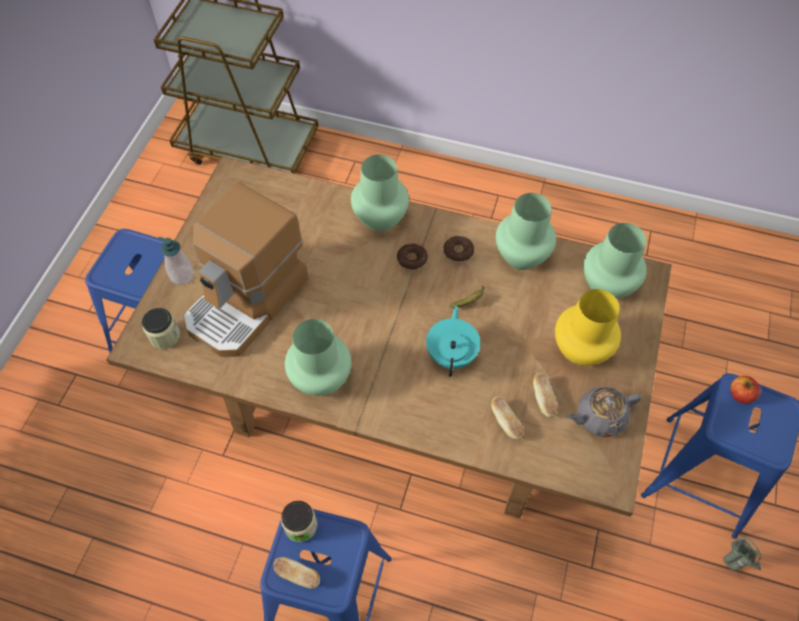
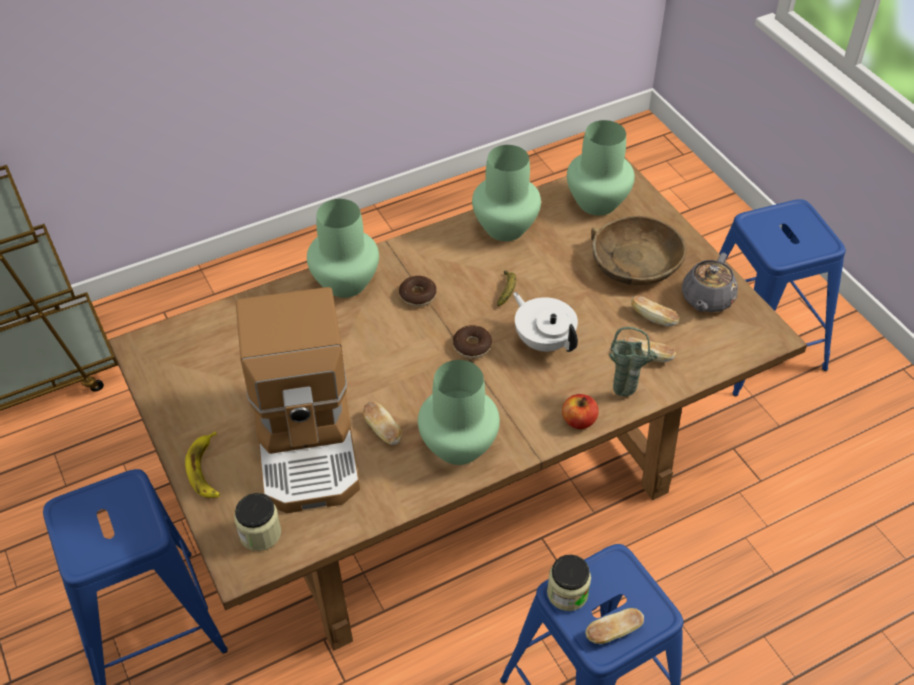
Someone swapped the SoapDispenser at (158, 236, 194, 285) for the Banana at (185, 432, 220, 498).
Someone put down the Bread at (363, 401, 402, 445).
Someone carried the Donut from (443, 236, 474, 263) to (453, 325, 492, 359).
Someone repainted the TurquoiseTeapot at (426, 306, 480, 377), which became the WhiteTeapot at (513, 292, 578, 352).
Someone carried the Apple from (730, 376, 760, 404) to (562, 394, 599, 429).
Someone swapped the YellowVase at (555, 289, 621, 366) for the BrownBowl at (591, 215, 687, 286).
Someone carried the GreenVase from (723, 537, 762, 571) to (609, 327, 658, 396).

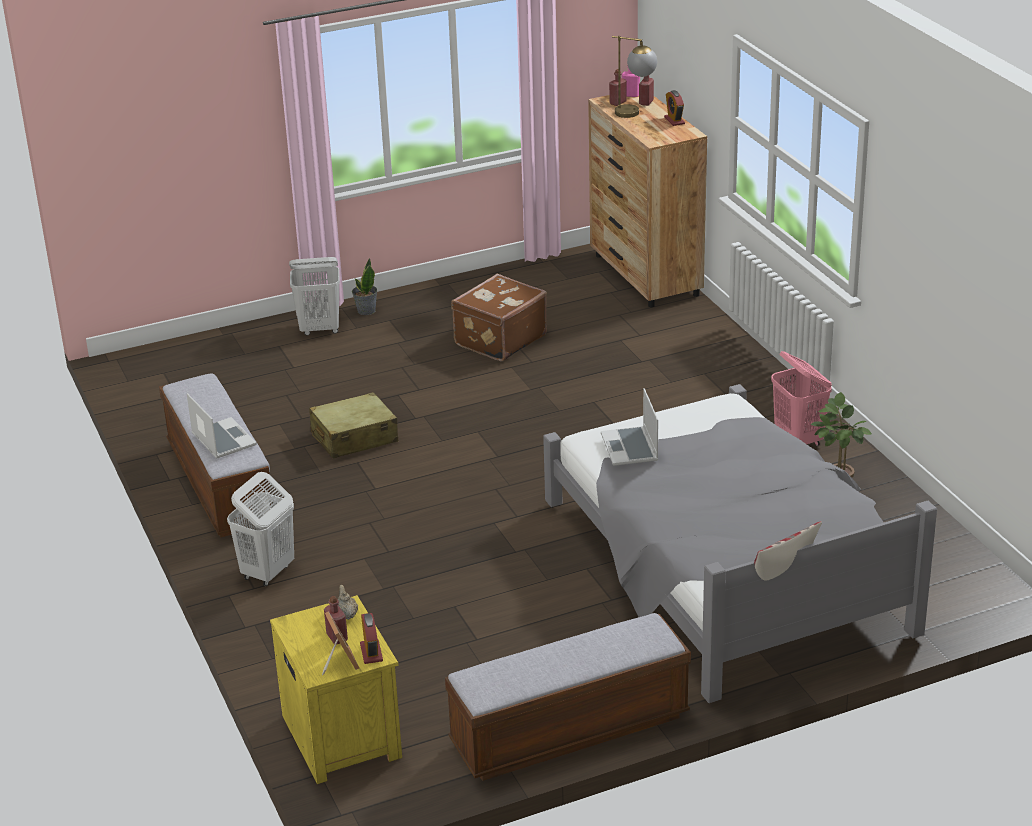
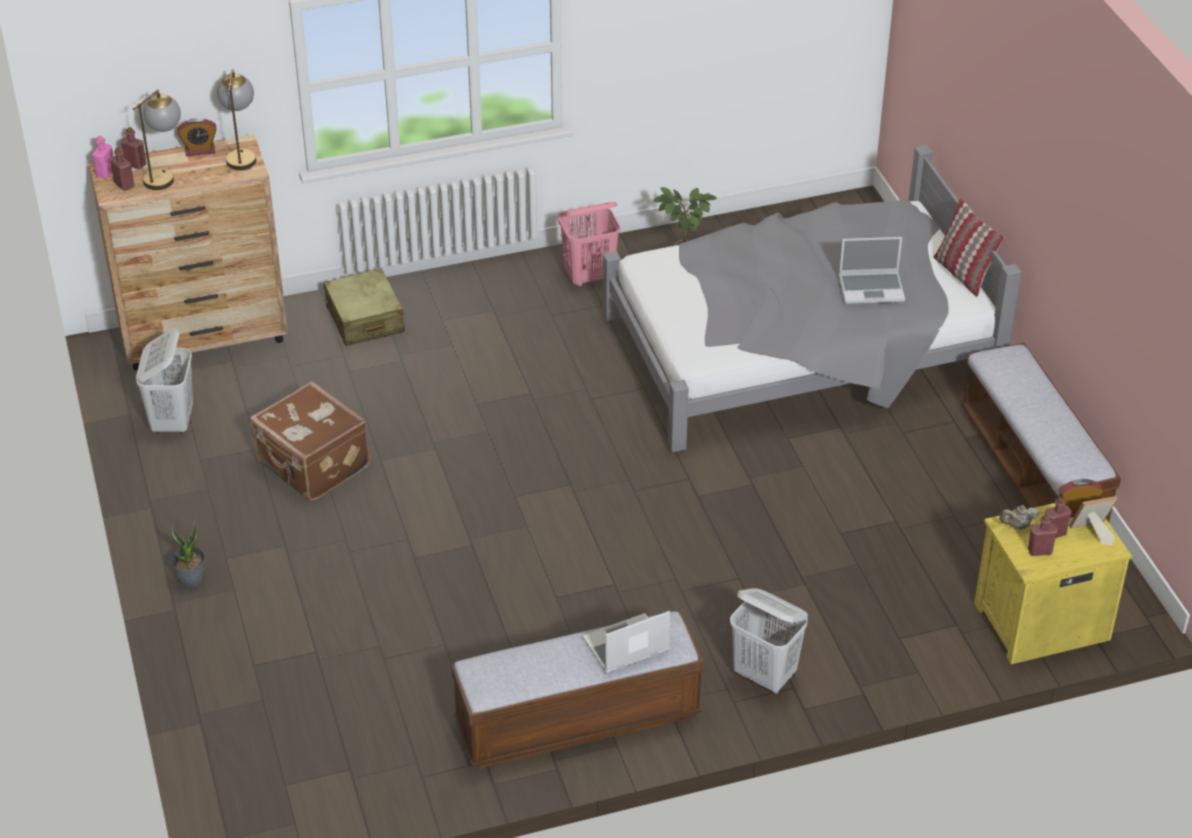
Someone carried the WhiteLaundryBasket from (289, 257, 340, 335) to (136, 329, 193, 433).
Someone put down the TableLamp at (217, 69, 256, 170).
Someone carried the BeigeSuitcase from (309, 392, 398, 458) to (323, 268, 405, 346).
Someone carried the Laptop from (601, 388, 658, 466) to (839, 237, 905, 304).
Someone put down the RedBottle at (1028, 514, 1058, 556).

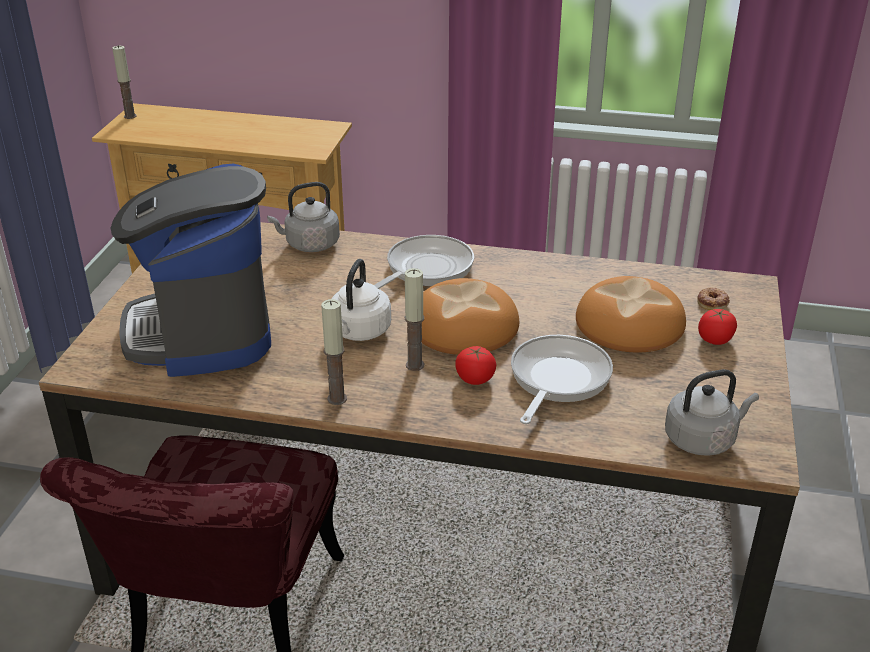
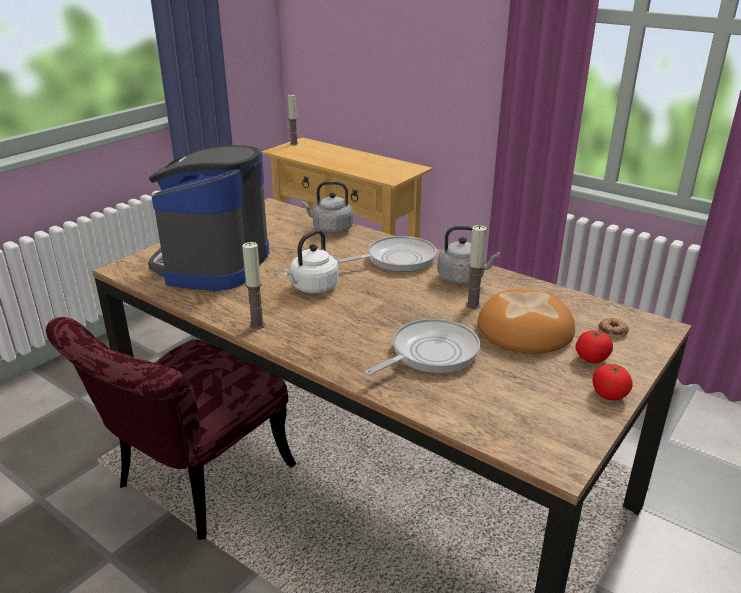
Someone carried the GreyKettle from (665, 369, 759, 456) to (437, 226, 500, 285).
Someone carried the Candle from (404, 268, 424, 371) to (466, 225, 487, 309).
Someone carried the Tomato from (455, 346, 497, 385) to (593, 364, 633, 400).
Someone took away the Bread at (421, 278, 519, 355).

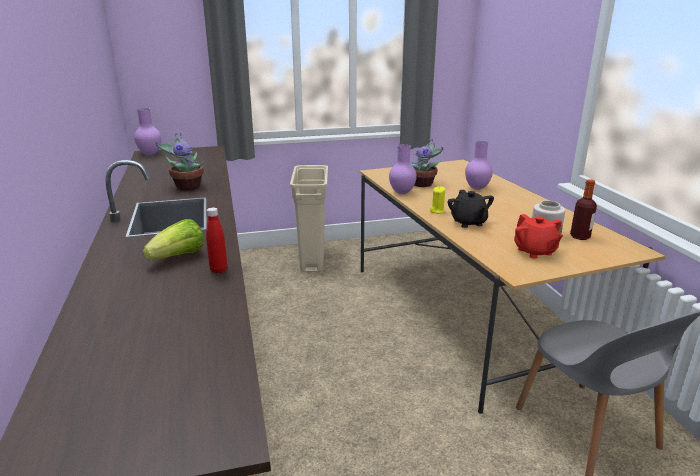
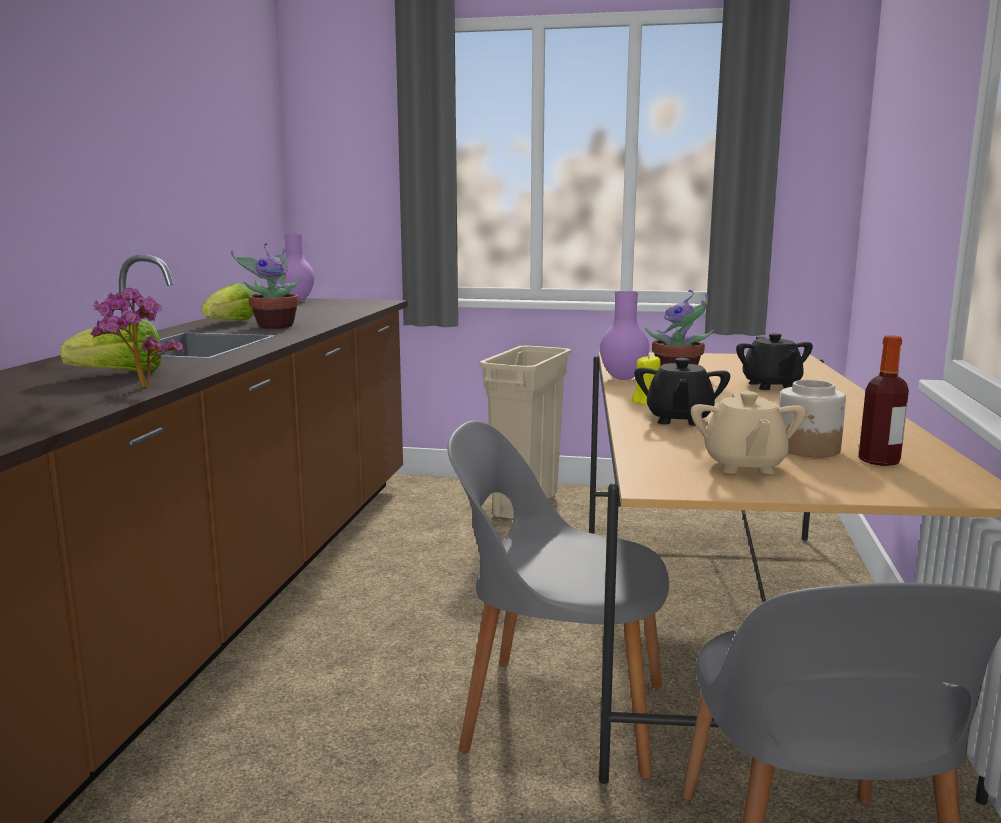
Someone swapped the RedBottle at (206, 208, 227, 273) for the PottedPlant at (90, 288, 184, 388).
Someone put down the Lettuce at (202, 283, 254, 321).
Someone put down the GreyChair at (447, 421, 669, 779).
Someone repainted the RedTeapot at (514, 214, 563, 258), which became the BeigeTeapot at (691, 391, 807, 474).
Someone swapped the PurpleVase at (465, 141, 493, 190) for the BlackTeapot at (736, 333, 813, 390).

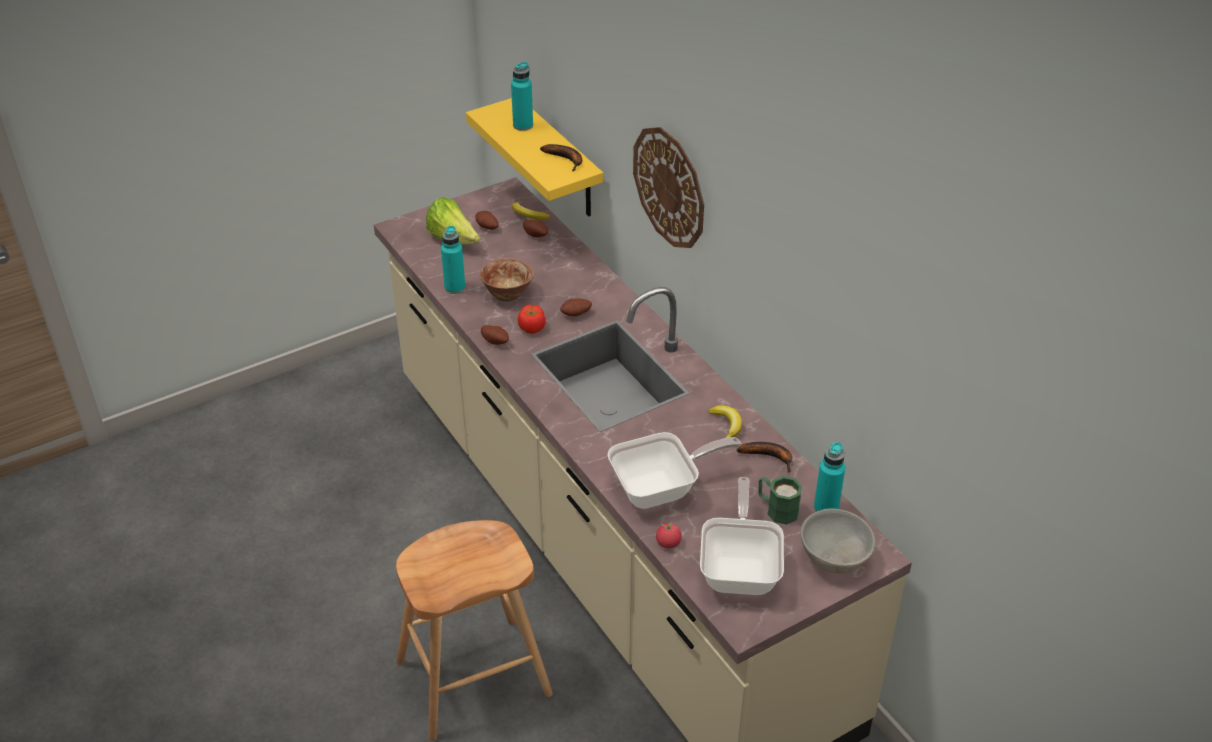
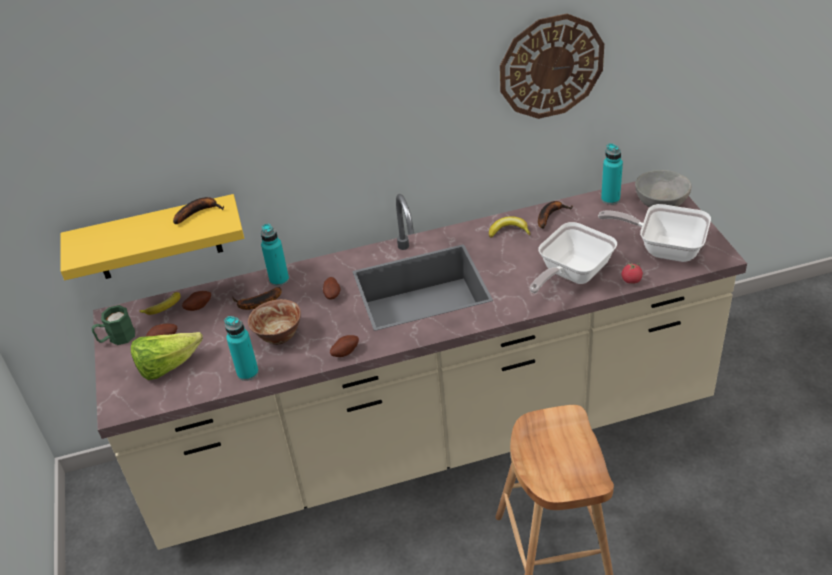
Someone carried the GreenMug from (758, 476, 802, 525) to (92, 305, 135, 345).
Someone put down the Banana at (233, 287, 282, 310).
Someone carried the TurquoiseBottle from (511, 62, 533, 131) to (261, 223, 289, 286).
Someone carried the WallClock from (633, 127, 704, 248) to (500, 14, 604, 119).
Someone rotated the FryingPan at (607, 432, 741, 509) by 135 degrees counterclockwise.
Someone took away the Tomato at (518, 305, 546, 334).

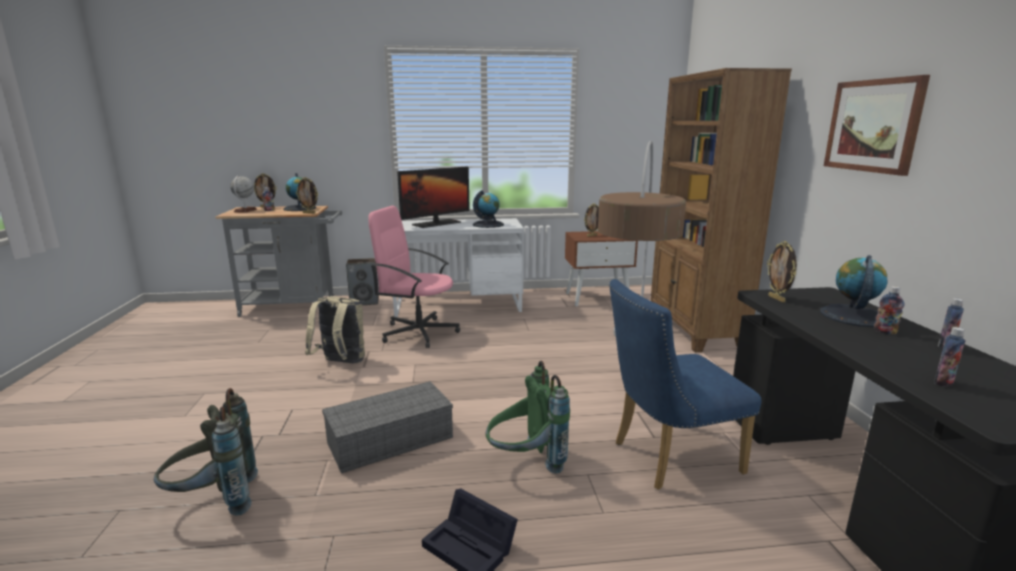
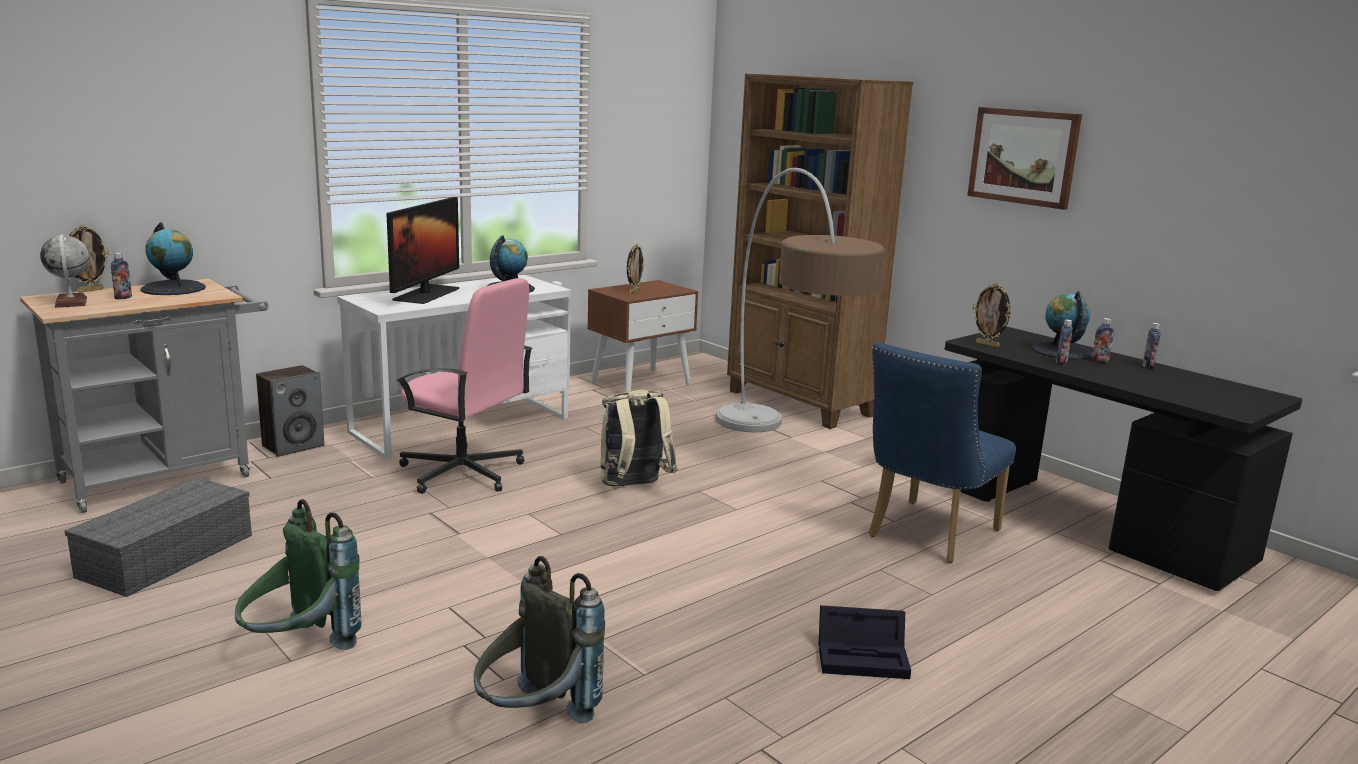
Someone carried the GreyStorageBox from (322, 381, 453, 473) to (64, 477, 252, 597).
Someone carried the GreenBackpack from (485, 361, 570, 474) to (235, 499, 361, 650).
Someone rotated the PinkOfficeChair at (368, 206, 460, 348) by 135 degrees counterclockwise.
Someone carried the BeigeBackpack from (305, 296, 365, 363) to (601, 390, 678, 487).
Someone carried the Bottle from (934, 327, 965, 387) to (1056, 319, 1073, 365).
Someone took away the PictureFrame at (296, 177, 318, 214).

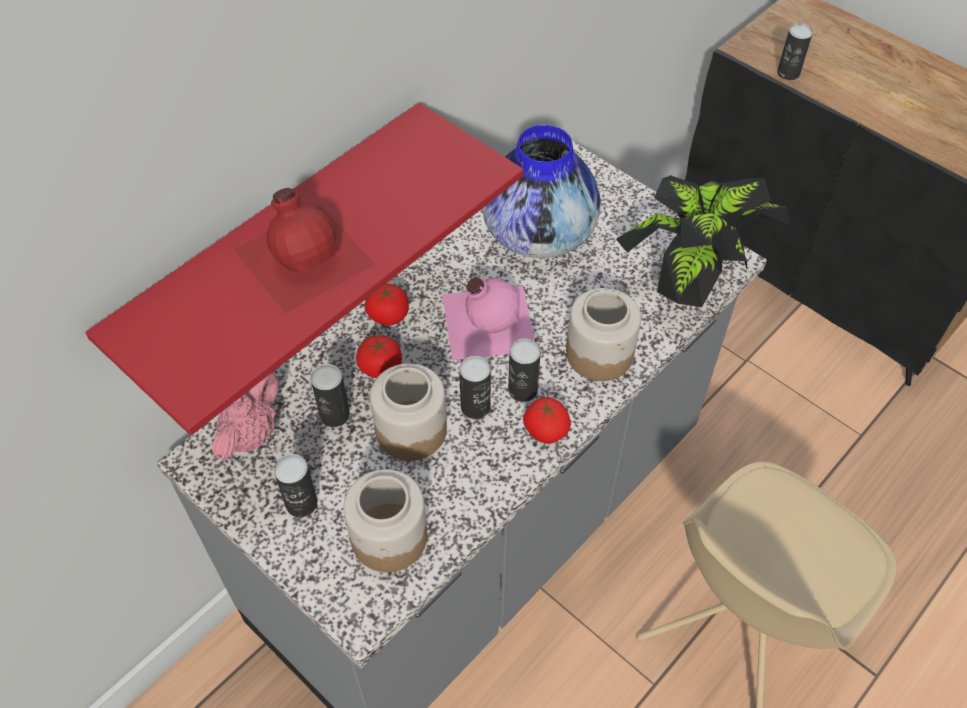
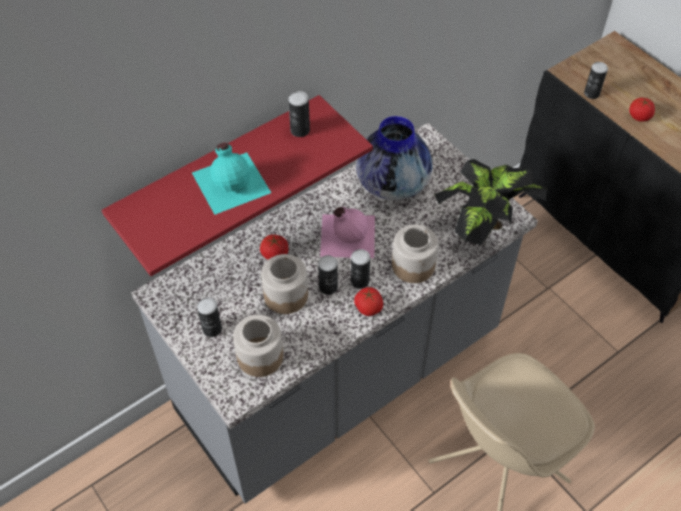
Someone repainted the RedBottle at (233, 188, 375, 314), which became the TurquoiseBottle at (192, 143, 271, 215).
Someone carried the Can from (311, 364, 350, 427) to (288, 91, 310, 137).
Someone carried the Tomato from (365, 284, 409, 326) to (629, 98, 655, 122).
Someone took away the PinkTeapot at (212, 372, 279, 460).

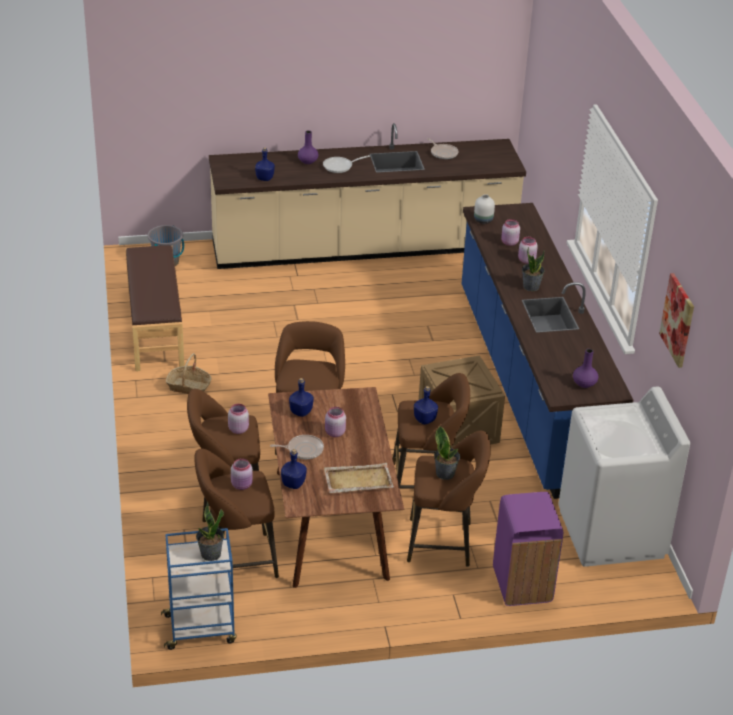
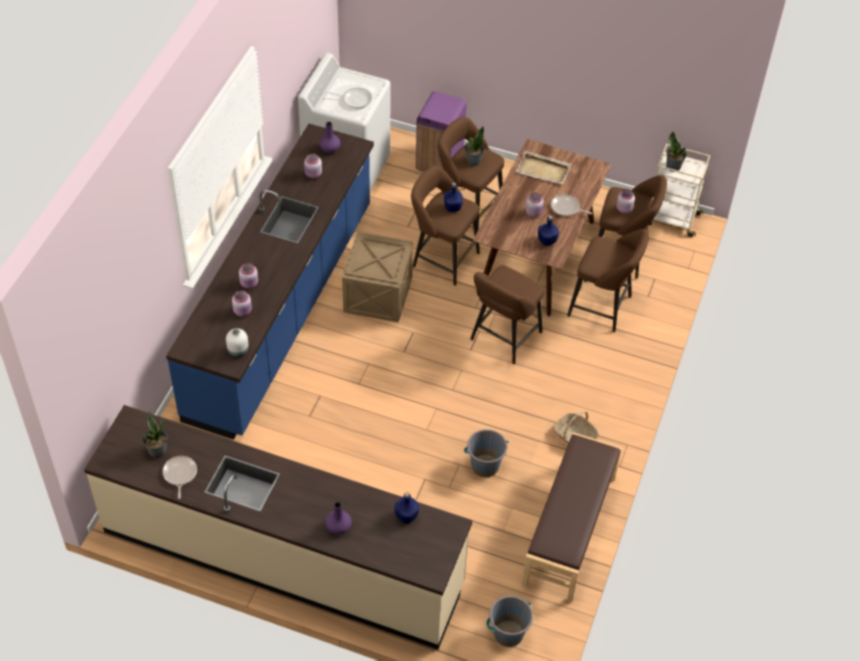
Someone carried the PottedPlant from (522, 247, 545, 291) to (142, 412, 167, 458).
Someone carried the PinkJar from (228, 404, 249, 434) to (304, 153, 322, 178).
Someone carried the FryingPan from (323, 155, 370, 173) to (323, 88, 372, 109).
Someone put down the GreyBucket at (464, 429, 509, 477).
Someone repainted the BlueCart at (161, 528, 236, 650), which became the BeigeCart at (649, 144, 710, 237).
Someone took away the BlueBottle at (281, 449, 307, 489).
Someone took away the Picture at (659, 273, 694, 368).

